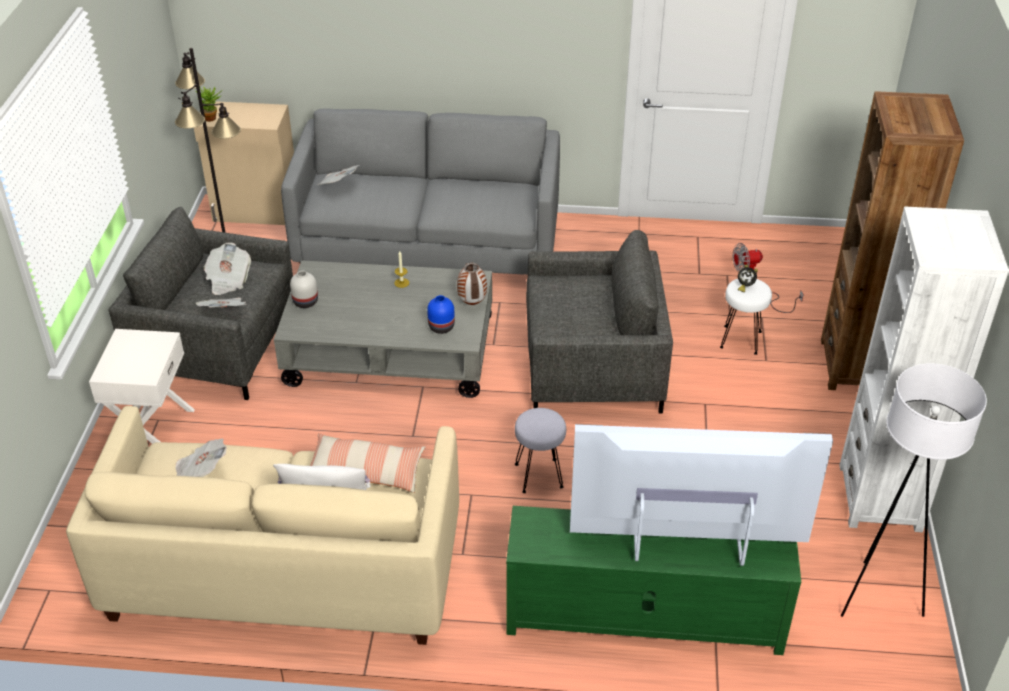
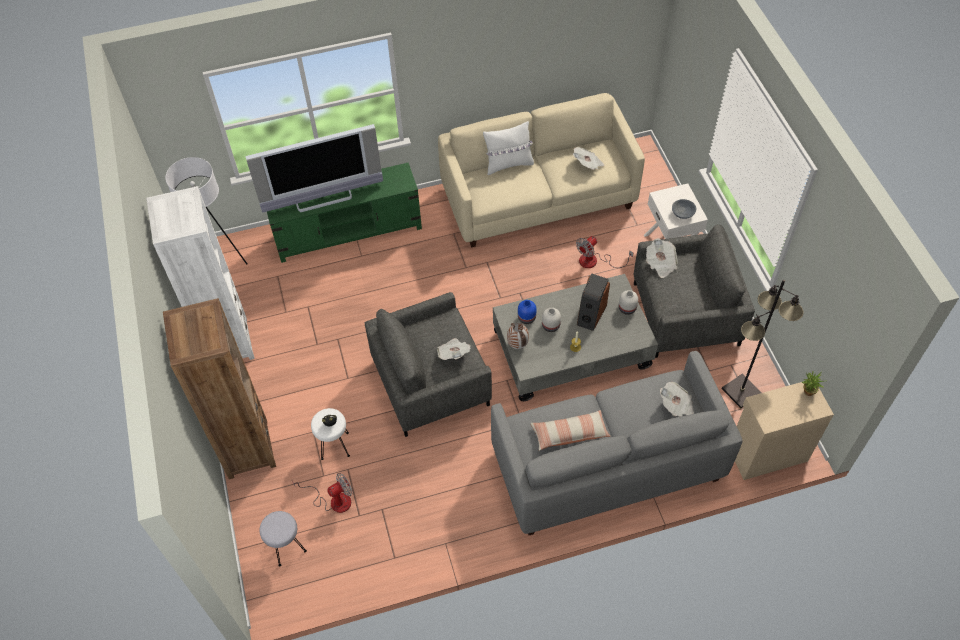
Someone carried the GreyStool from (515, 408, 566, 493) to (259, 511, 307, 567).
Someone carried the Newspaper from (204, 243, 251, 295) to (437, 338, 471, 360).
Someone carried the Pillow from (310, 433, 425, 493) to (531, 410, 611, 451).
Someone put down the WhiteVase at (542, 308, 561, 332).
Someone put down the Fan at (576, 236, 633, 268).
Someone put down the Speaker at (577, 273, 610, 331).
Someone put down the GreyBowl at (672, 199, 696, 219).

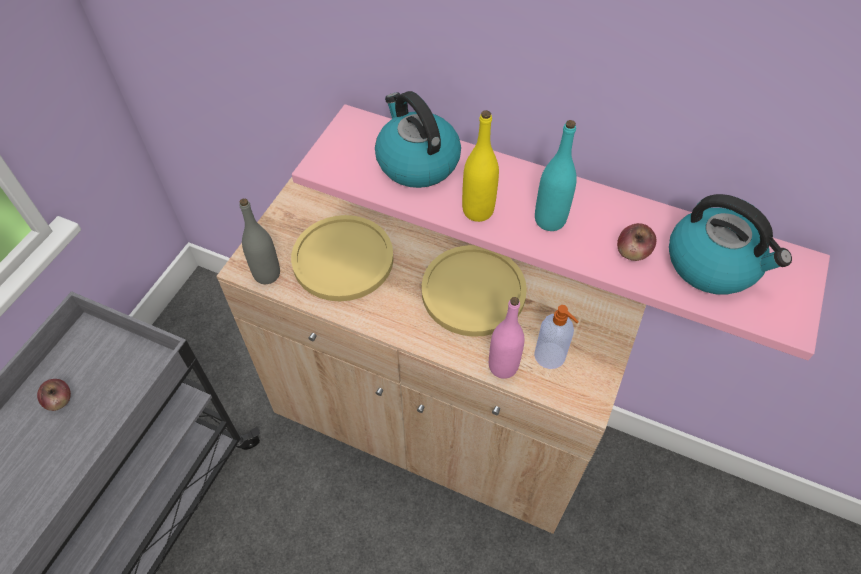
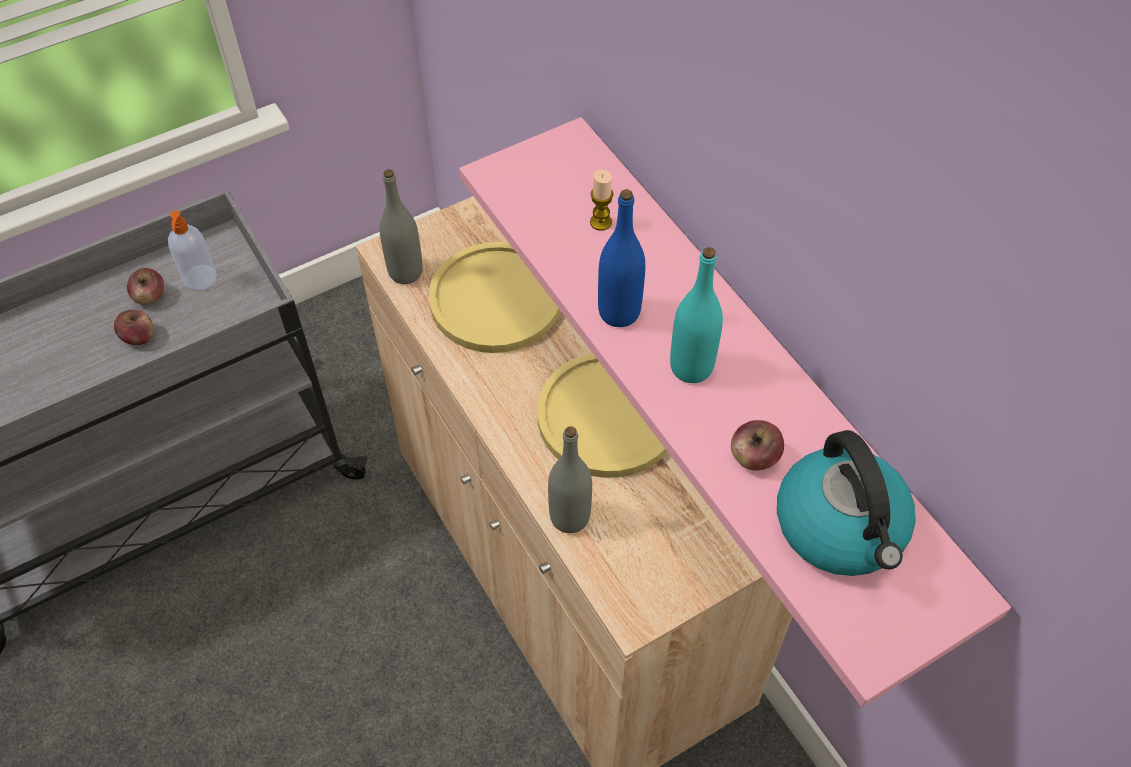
Someone put down the Apple at (114, 310, 154, 345).
Someone carried the SoapDispenser from (534, 305, 579, 369) to (168, 211, 217, 290).
Someone repainted the PinkBottle at (489, 297, 525, 379), which became the GreyBottle at (548, 426, 592, 533).
Someone swapped the Kettle at (375, 91, 461, 188) for the Candle at (590, 170, 614, 231).
Someone repainted the YellowBottle at (462, 110, 499, 222), which became the BlueBottle at (598, 189, 645, 327).

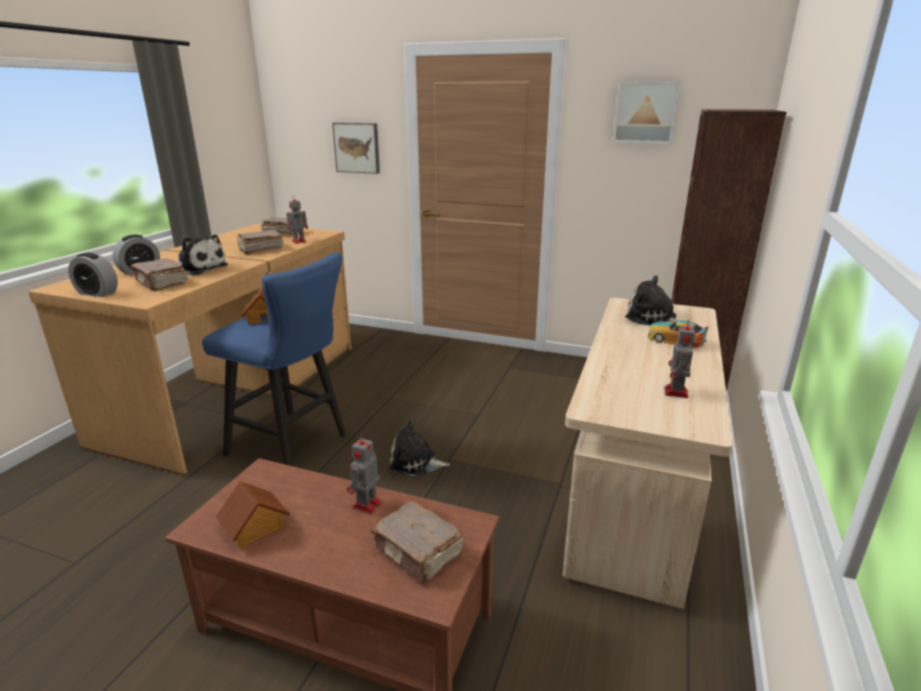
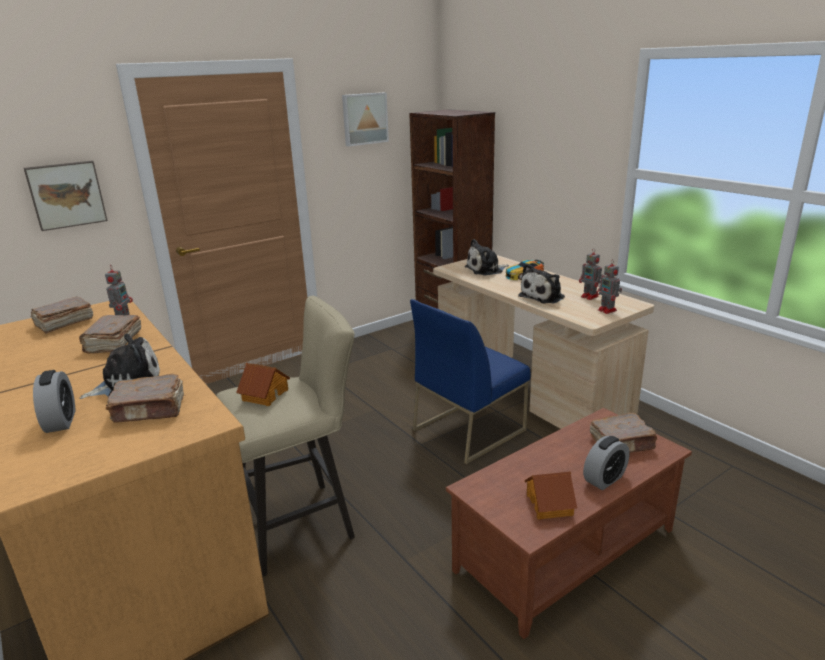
Someone repainted the BlueStool at (202, 253, 346, 466), which became the BeigeStool at (216, 296, 355, 577).
Someone put down the BlueChair at (410, 299, 530, 464).
Someone carried the PlushToy from (389, 421, 450, 476) to (518, 263, 565, 304).
Someone carried the AlarmClock from (68, 253, 118, 297) to (583, 436, 630, 490).
Someone carried the ToyRobot from (347, 434, 382, 514) to (596, 259, 622, 314).

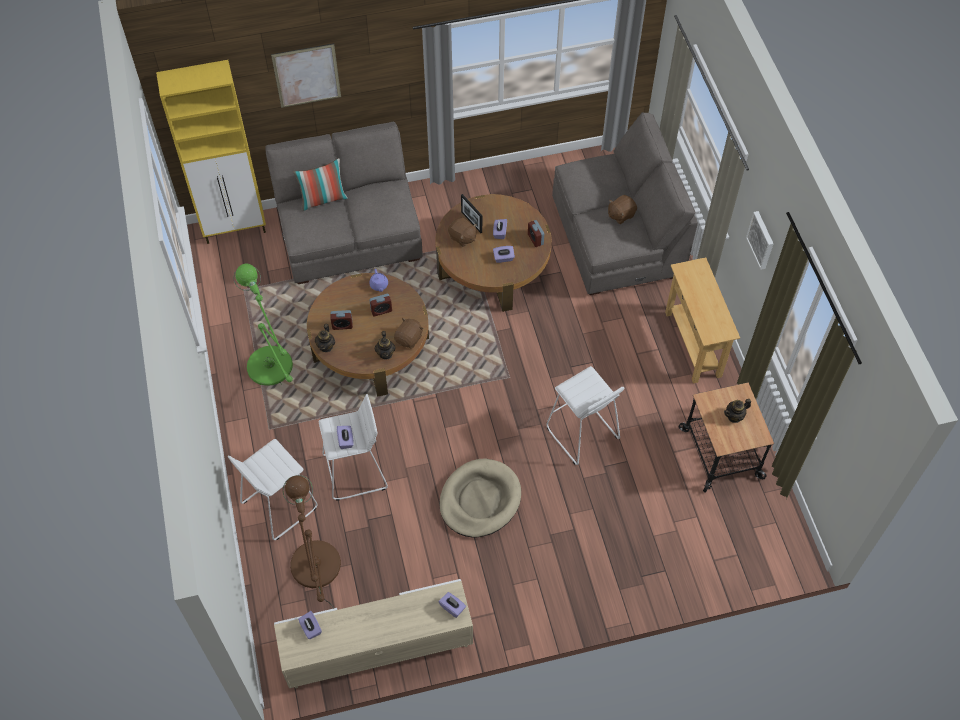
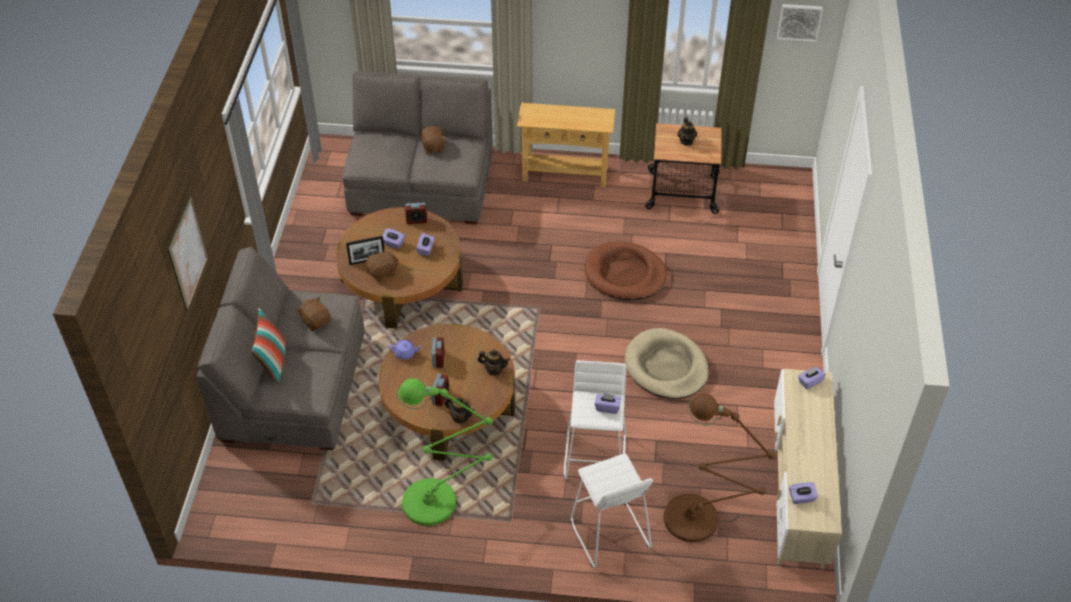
Someone carried the BrownPlushToy from (394, 318, 424, 349) to (297, 297, 331, 331).
Someone swapped the WhiteStool at (547, 366, 624, 465) for the BrownDogBed at (585, 242, 667, 300).
Someone carried the Picture from (746, 211, 774, 270) to (777, 4, 823, 42).
Someone took away the YellowCabinet at (156, 60, 266, 244).

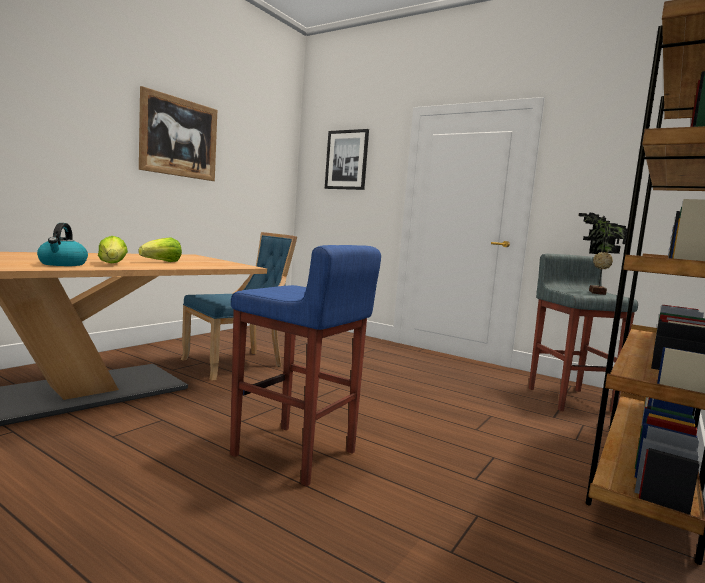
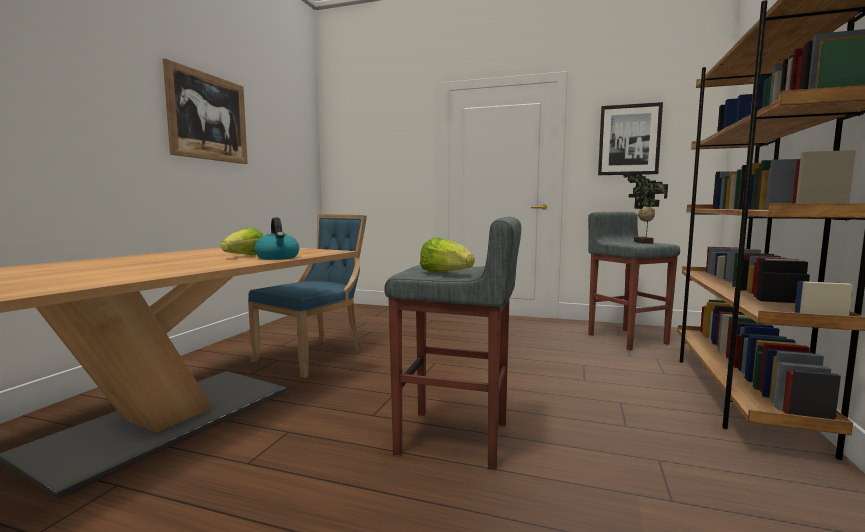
Someone carried the Kettle from (37, 223, 88, 266) to (255, 218, 299, 260).
Someone repainted the BlueStool at (230, 245, 381, 486), which became the GreyStool at (384, 217, 521, 470).
Someone carried the Lettuce from (98, 236, 128, 263) to (420, 237, 475, 273).
Someone carried the Picture from (325, 129, 369, 190) to (598, 102, 663, 175).

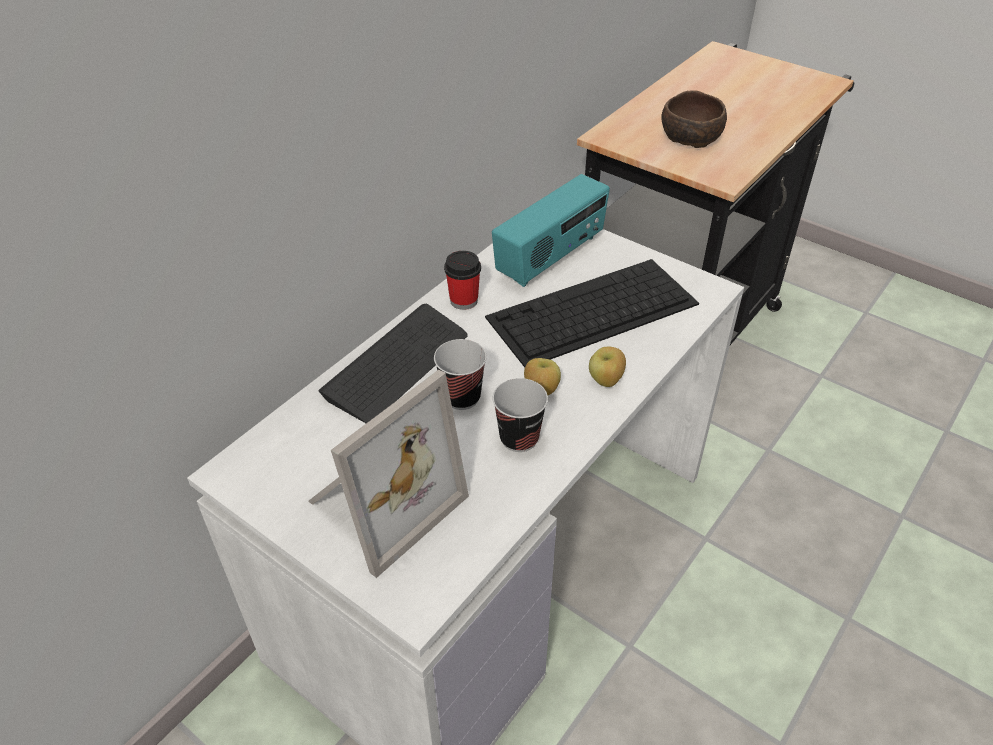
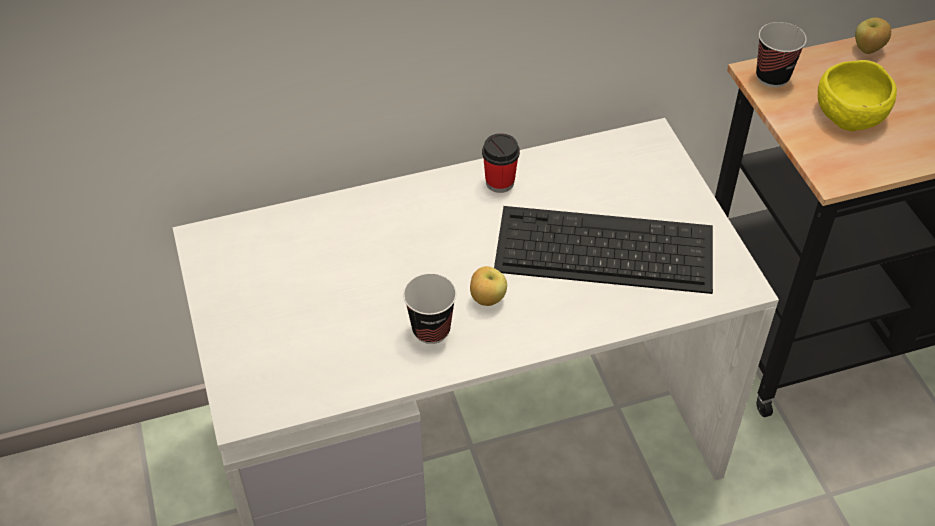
Someone carried the Cup from (434, 339, 487, 410) to (756, 22, 807, 87).
Someone repainted the BrownBowl at (661, 90, 727, 148), which became the YellowBowl at (818, 60, 897, 131).
Someone carried the Apple from (589, 347, 626, 387) to (855, 18, 891, 54).
Someone took away the PictureFrame at (308, 370, 469, 578).
Someone took away the Keyboard at (318, 304, 468, 423).
Someone took away the Radio at (492, 174, 610, 287).

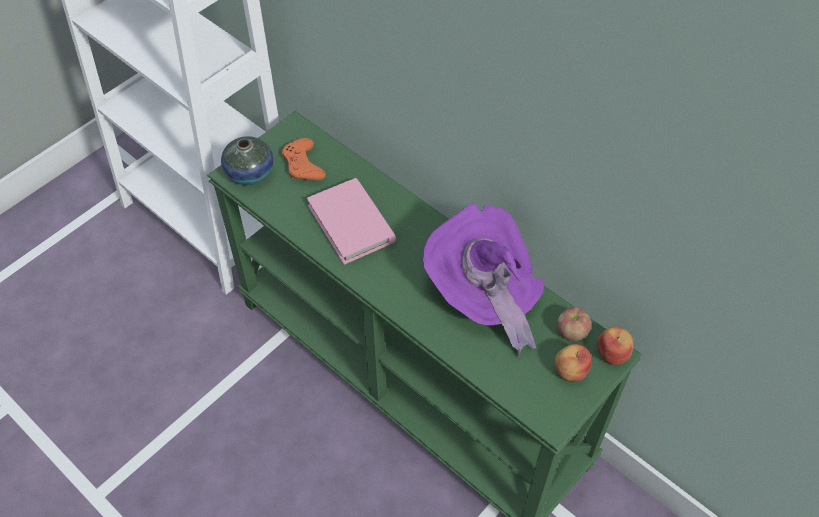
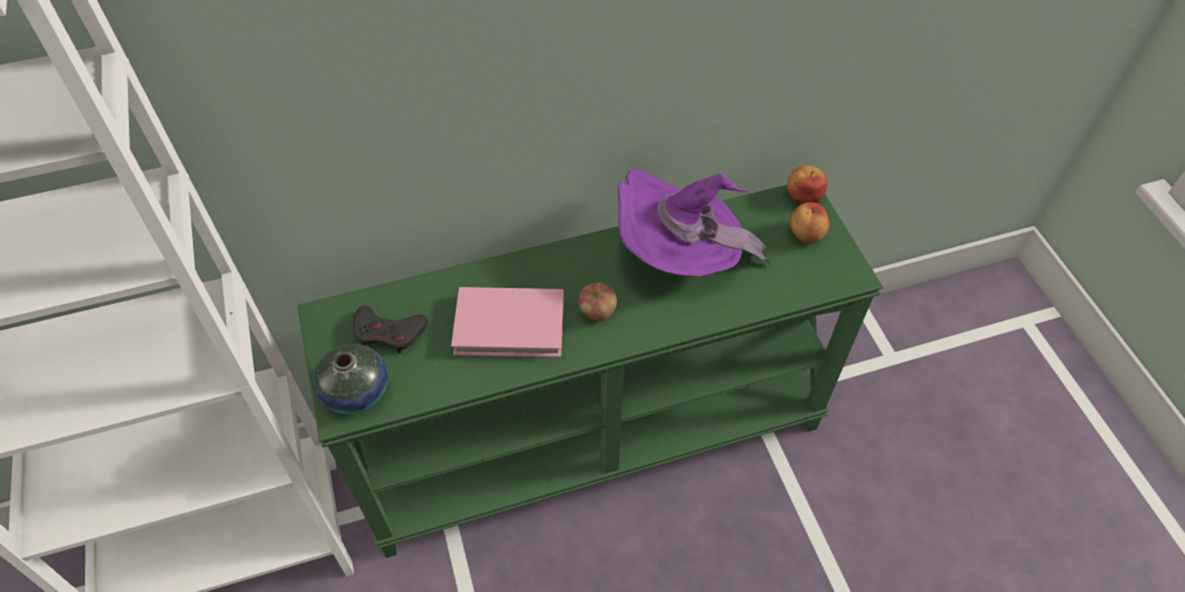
Someone repainted the OrangeGameController at (282, 138, 326, 181), which became the GreyGameController at (353, 306, 428, 354).
Someone carried the Apple from (558, 307, 591, 341) to (579, 282, 617, 321).

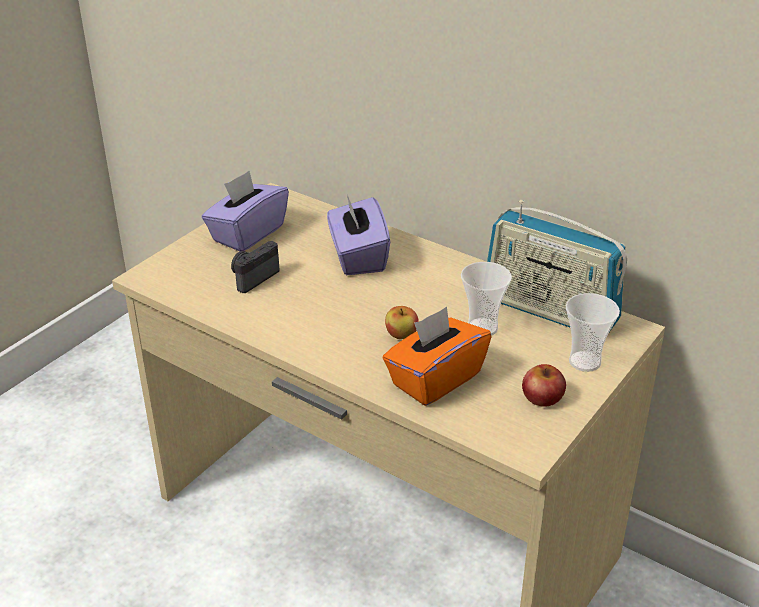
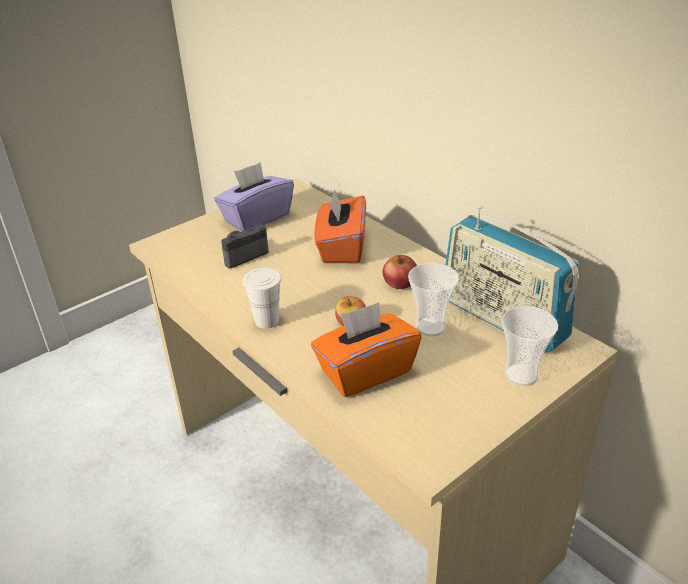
Someone put down the WhiteCup at (243, 268, 282, 329).
Someone repainted the PurpleTissueBox at (327, 195, 390, 275), which became the OrangeTissueBox at (314, 189, 366, 263).
Someone carried the Apple from (522, 364, 566, 407) to (383, 255, 417, 289).

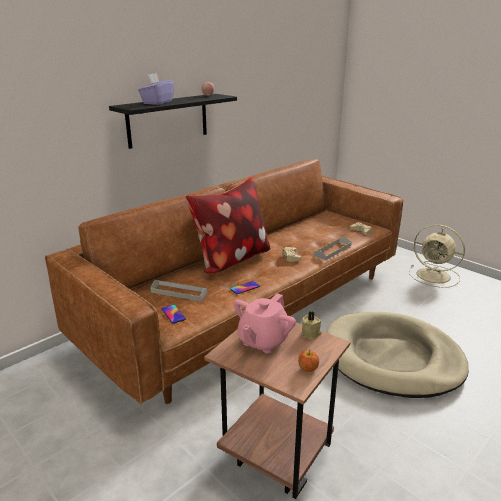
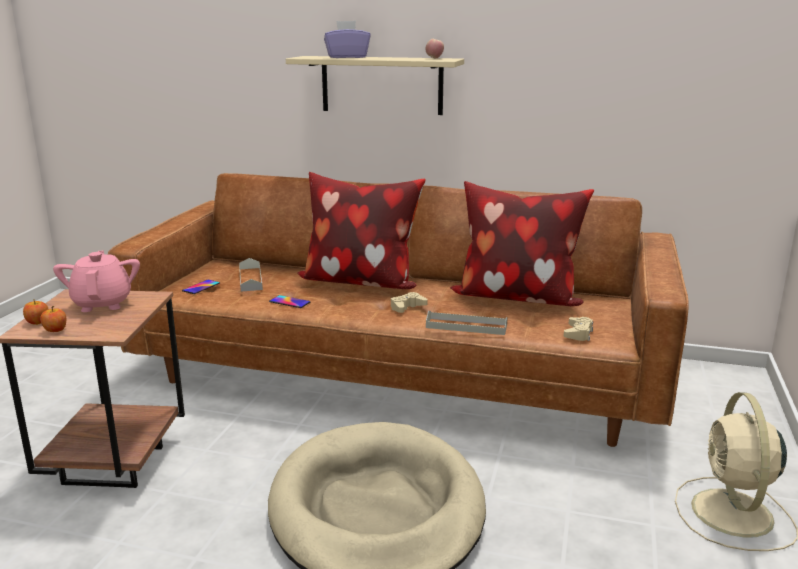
Someone put down the Apple at (23, 299, 49, 325).
Someone rotated the PinkTeapot at (234, 293, 296, 354) by 75 degrees clockwise.
Someone repainted the BlackShelf at (109, 94, 237, 149), which became the BeigeShelf at (286, 56, 464, 115).
Someone put down the Pillow at (450, 181, 594, 306).
Someone took away the BeigeCandle at (302, 312, 321, 340).

